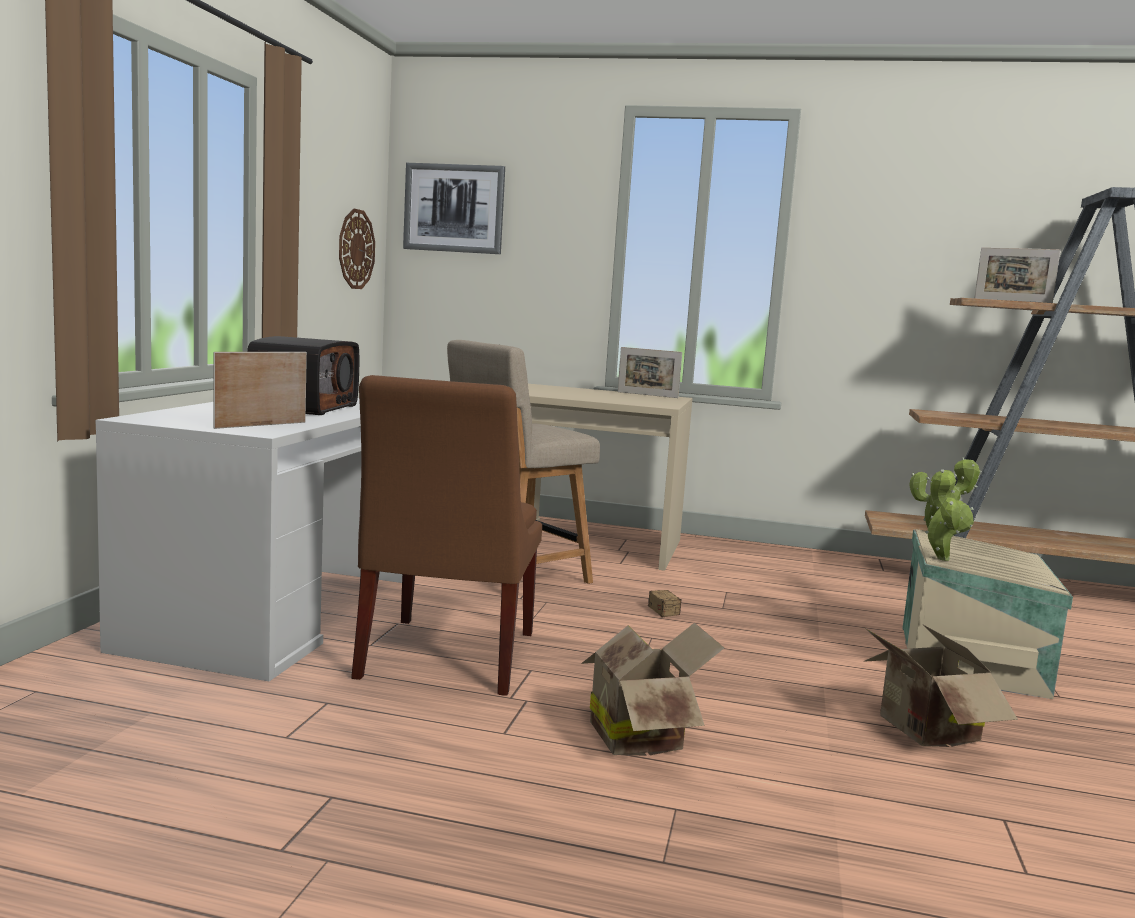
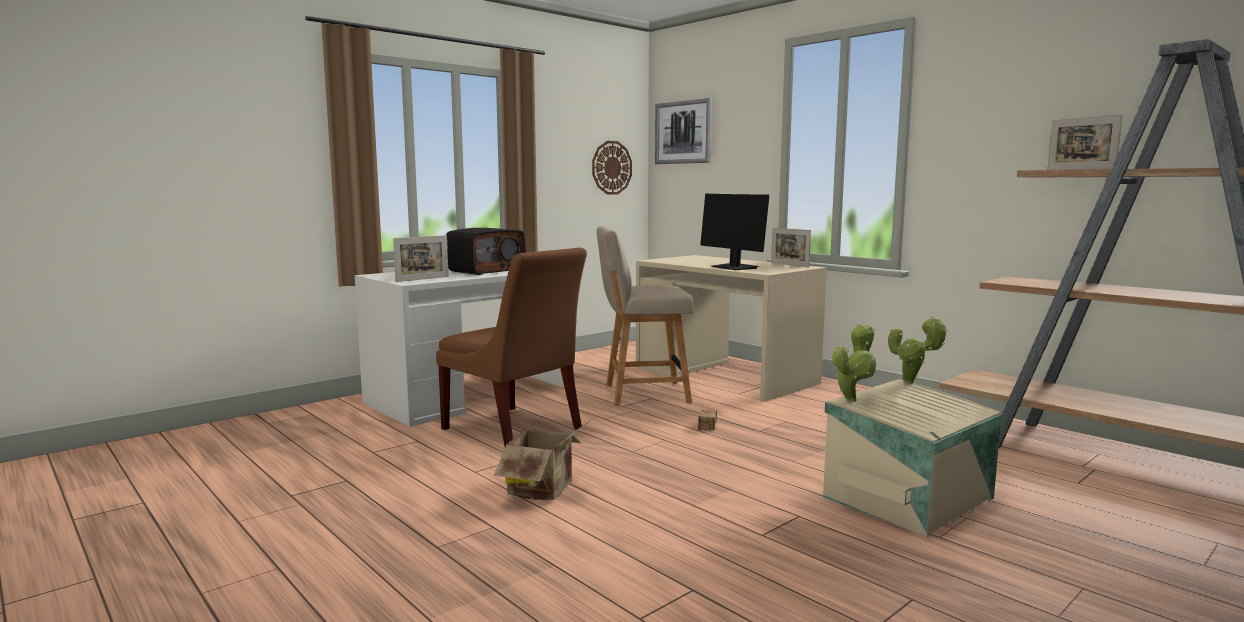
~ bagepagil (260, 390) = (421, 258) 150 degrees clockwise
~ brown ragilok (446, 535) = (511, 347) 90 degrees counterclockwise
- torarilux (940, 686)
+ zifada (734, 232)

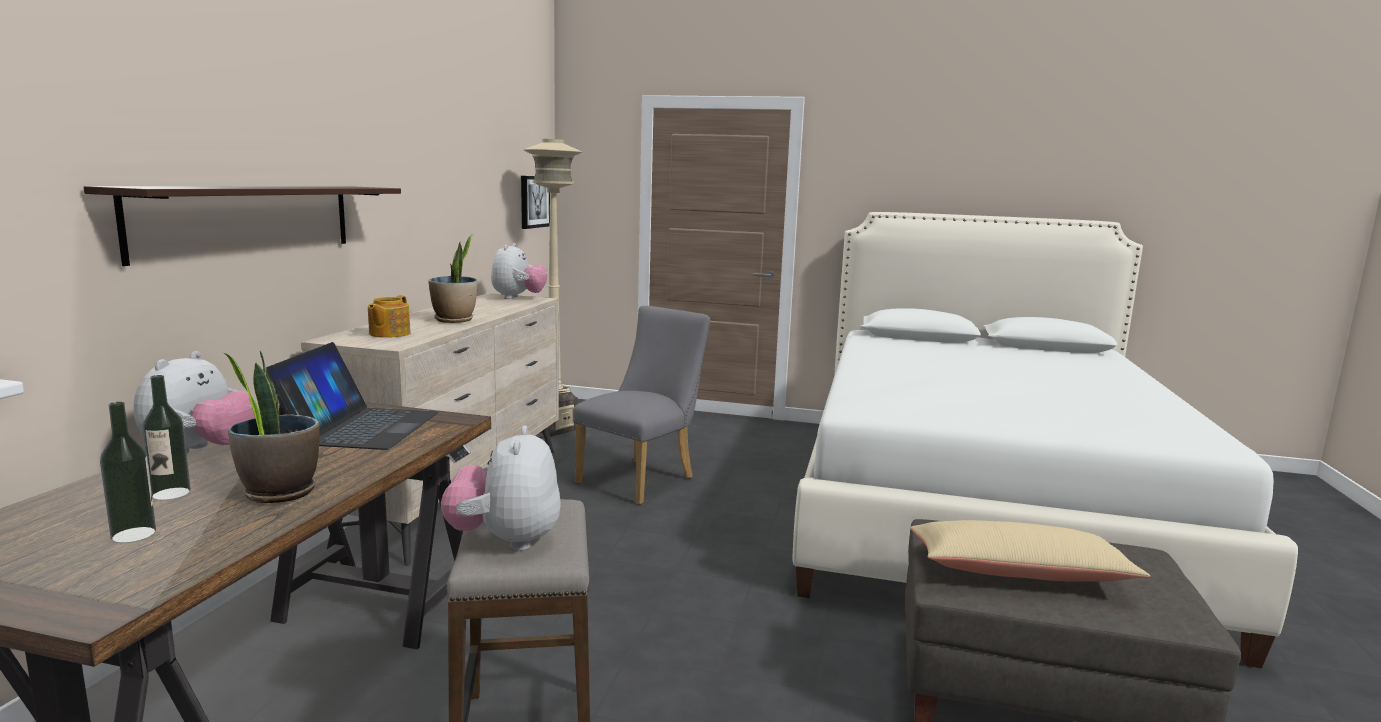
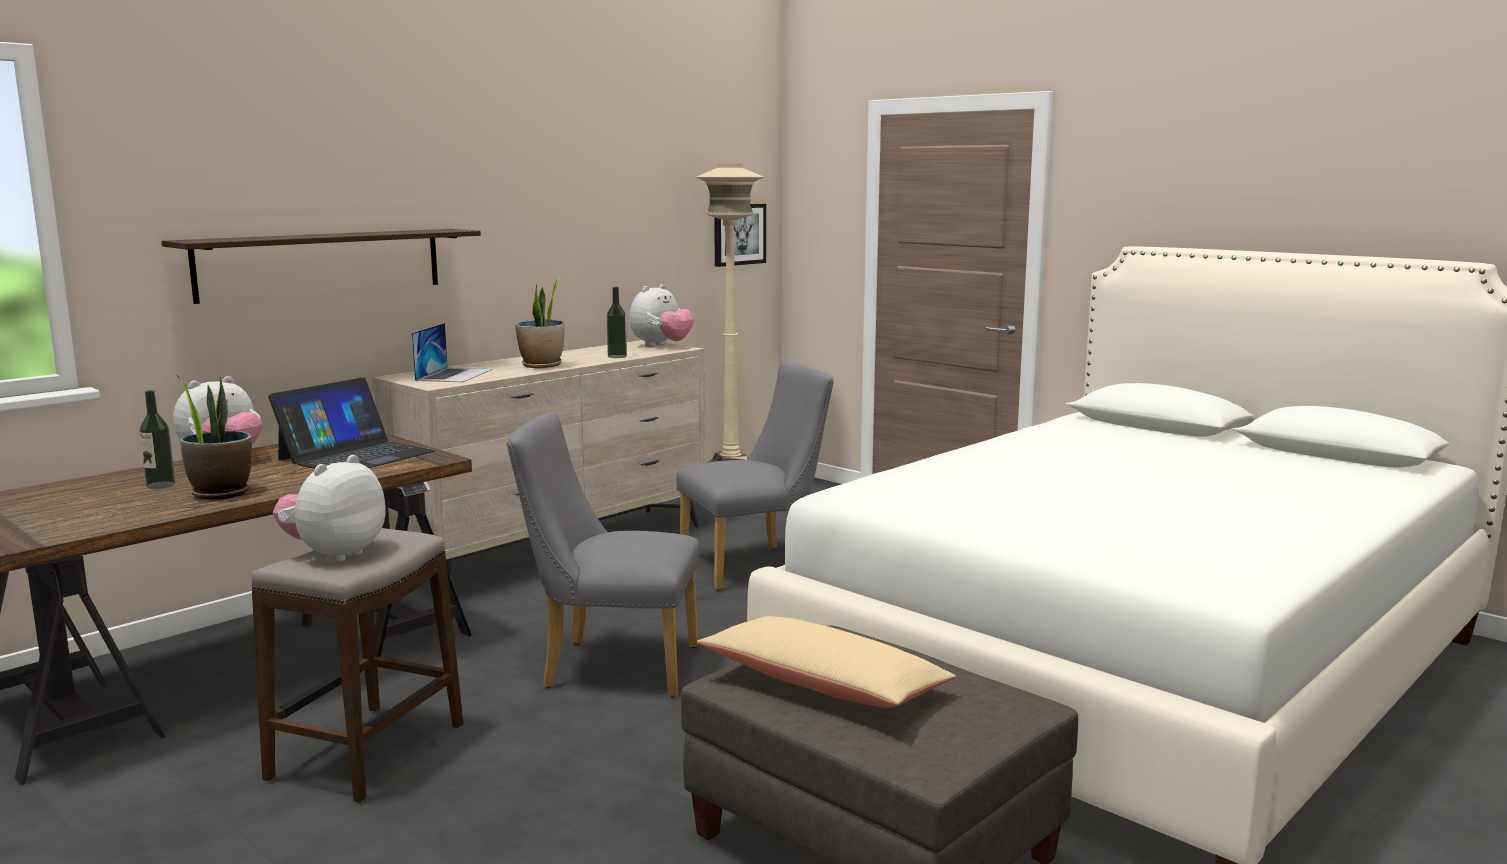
~ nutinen (389, 316) to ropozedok (452, 352)
~ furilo (128, 472) to (617, 322)
+ grey ragilok (603, 555)

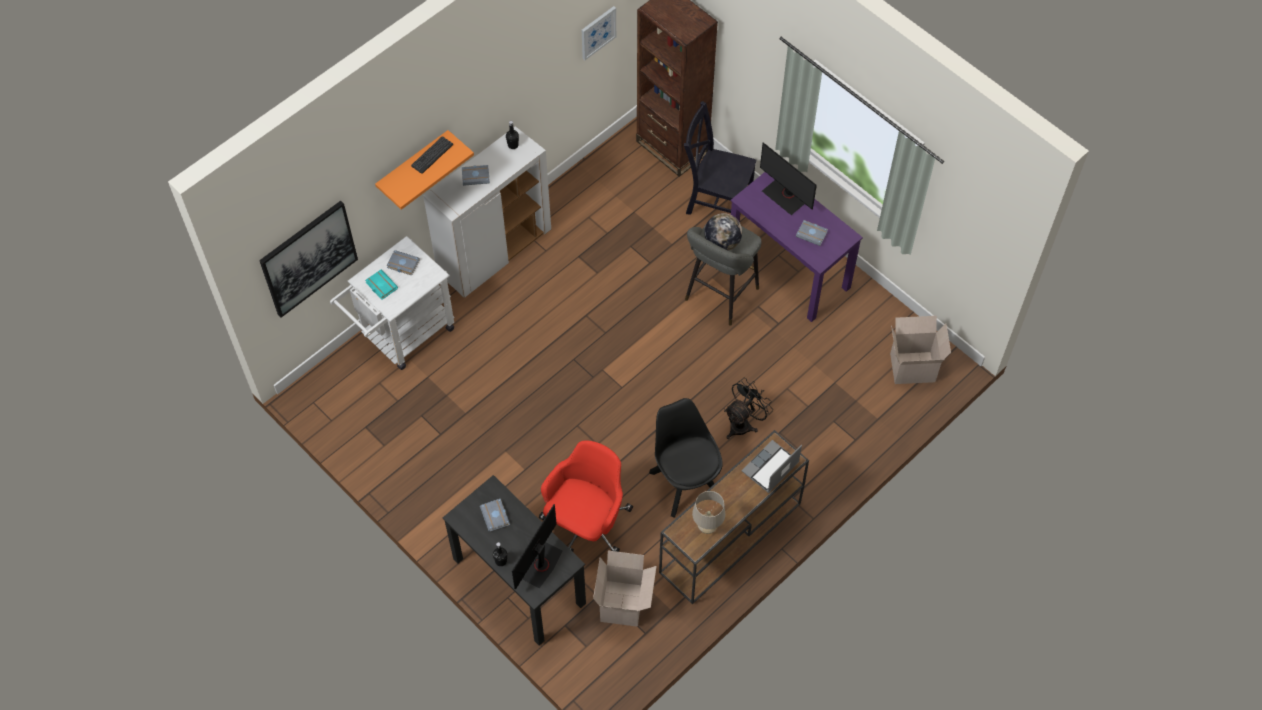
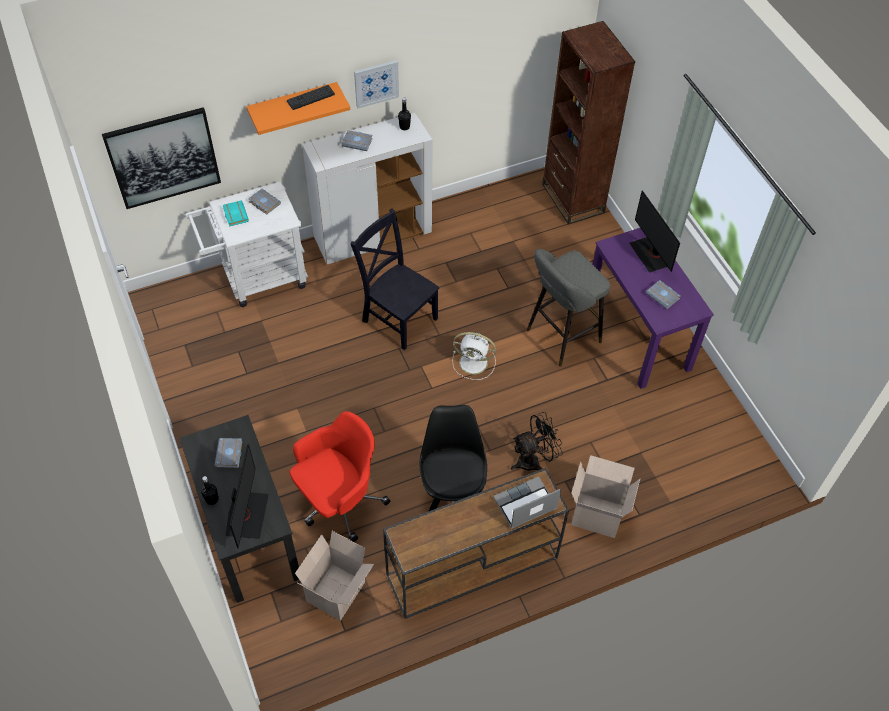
~ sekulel (599, 33) to (376, 84)
~ black ragilok (720, 161) to (395, 279)
- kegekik (723, 232)
~ torarilux (920, 350) to (605, 496)
- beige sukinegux (708, 512)
~ zifada (537, 546) = (247, 496) 135 degrees clockwise
+ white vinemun (474, 356)

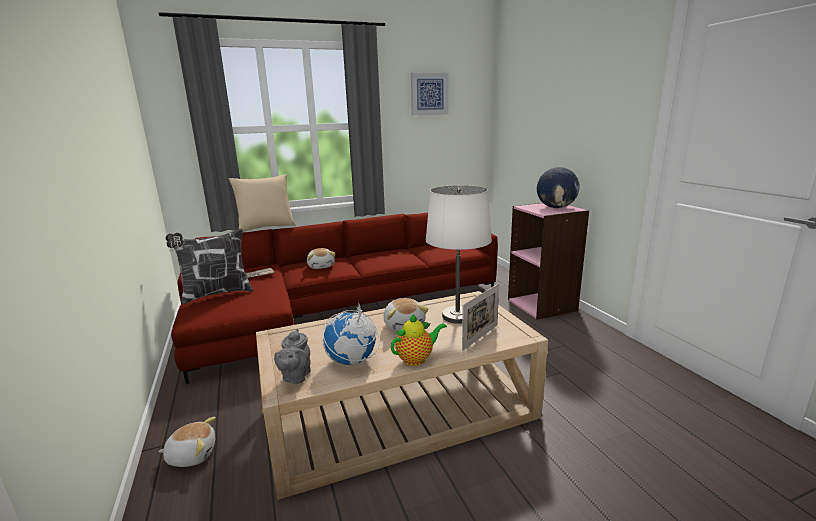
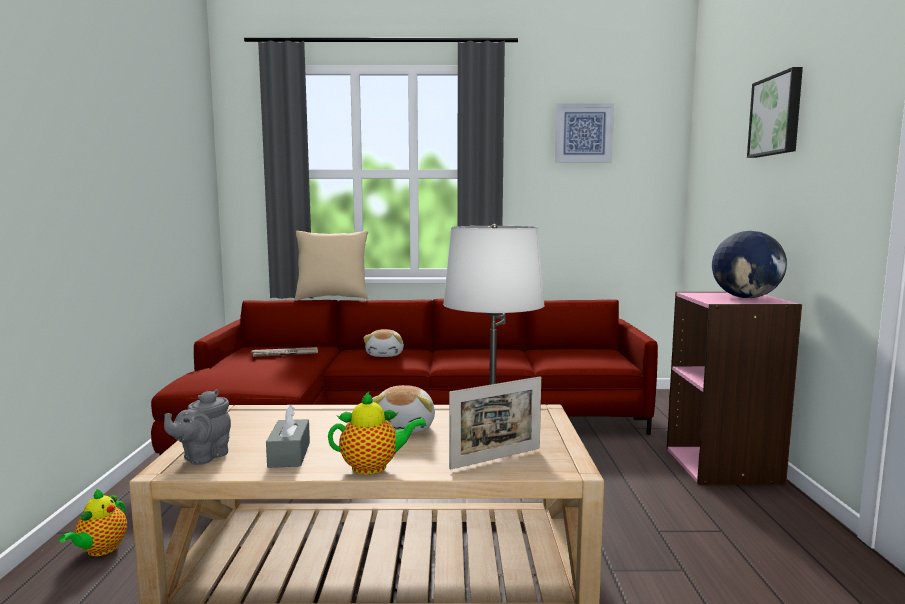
- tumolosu (209, 266)
~ kegekik (351, 334) to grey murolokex (288, 436)
~ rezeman (187, 442) to nutinen (93, 522)
+ sekulel (775, 112)

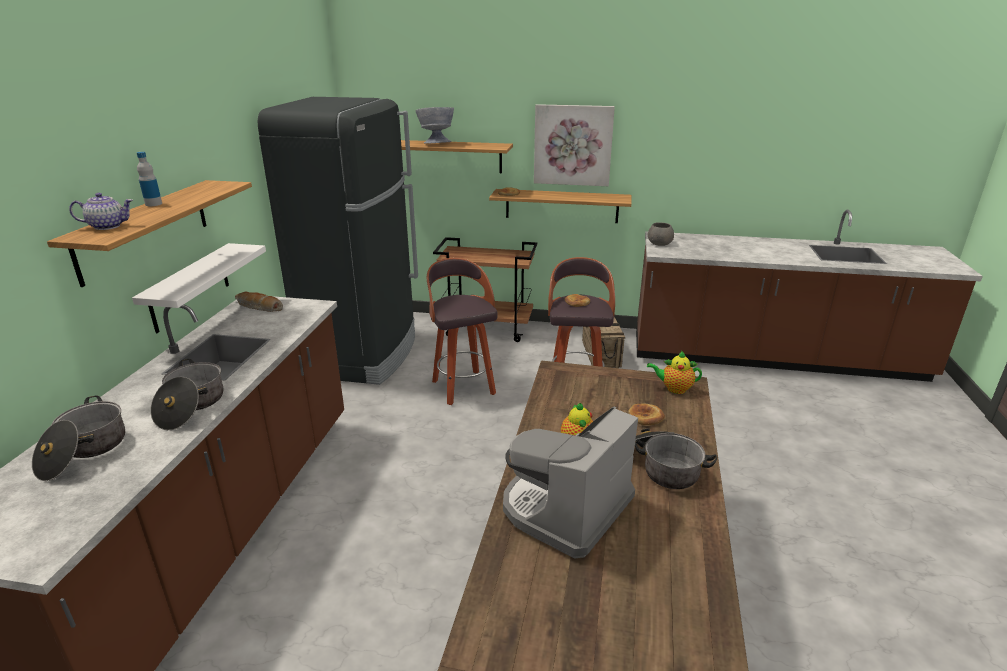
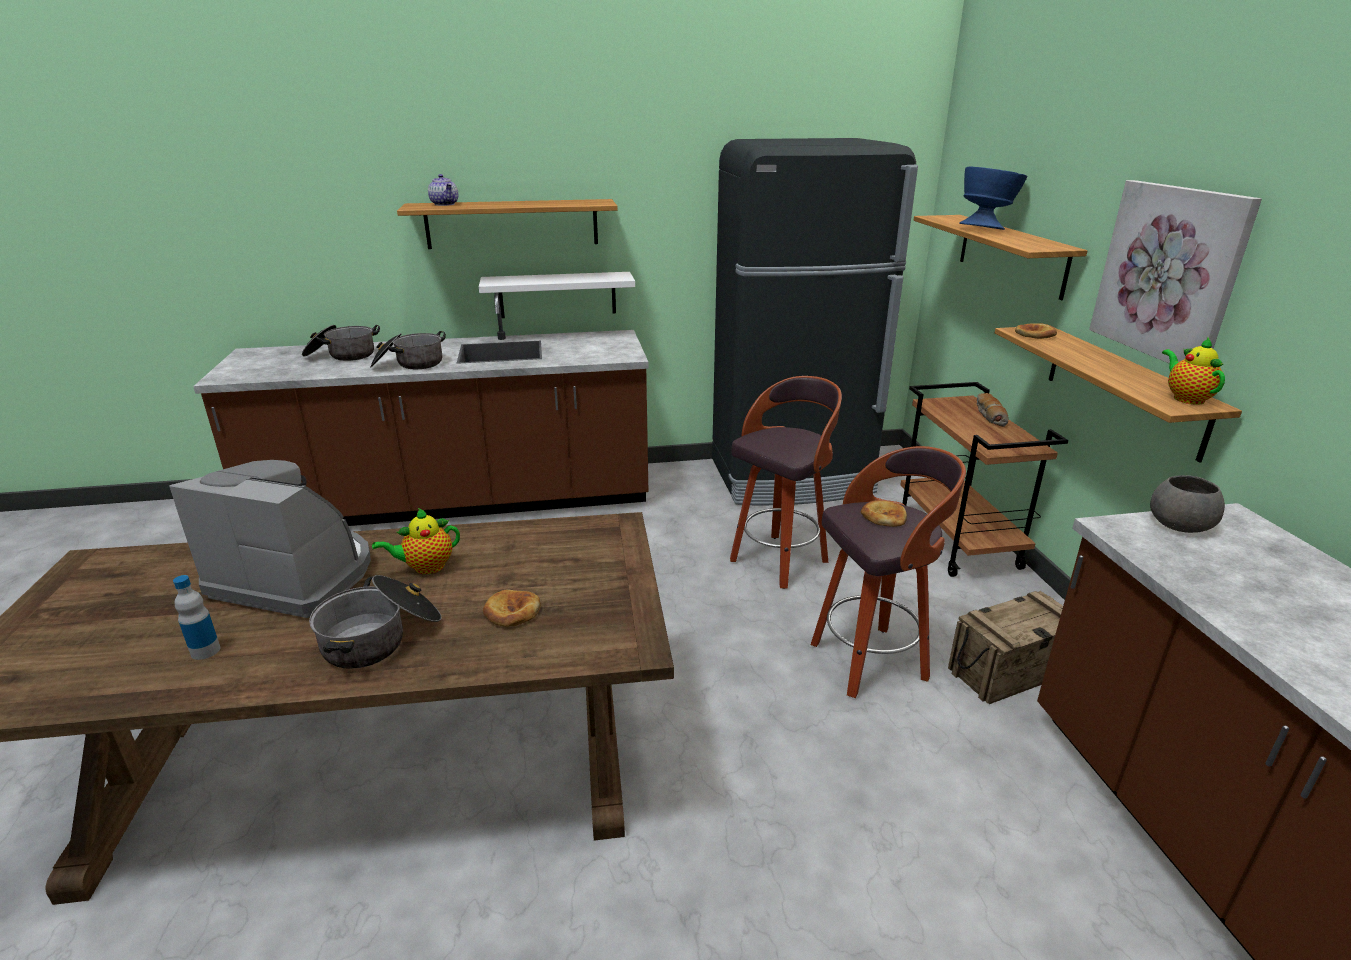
~ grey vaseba (435, 125) to blue vaseba (993, 198)
~ furilo (149, 179) to (196, 617)
~ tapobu (259, 302) to (992, 410)
~ nutinen (674, 372) to (1193, 371)

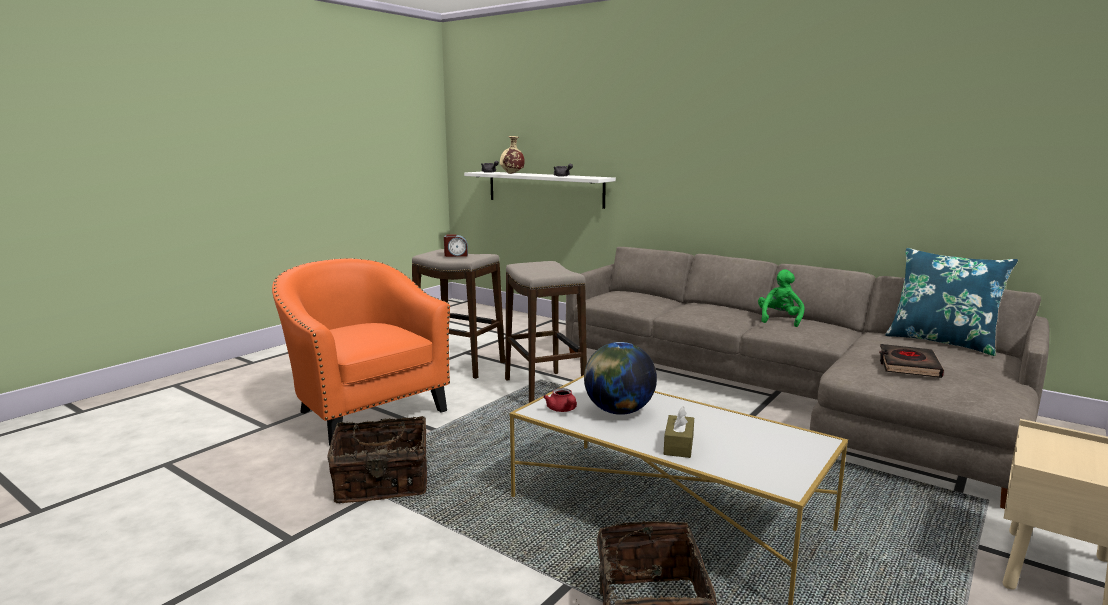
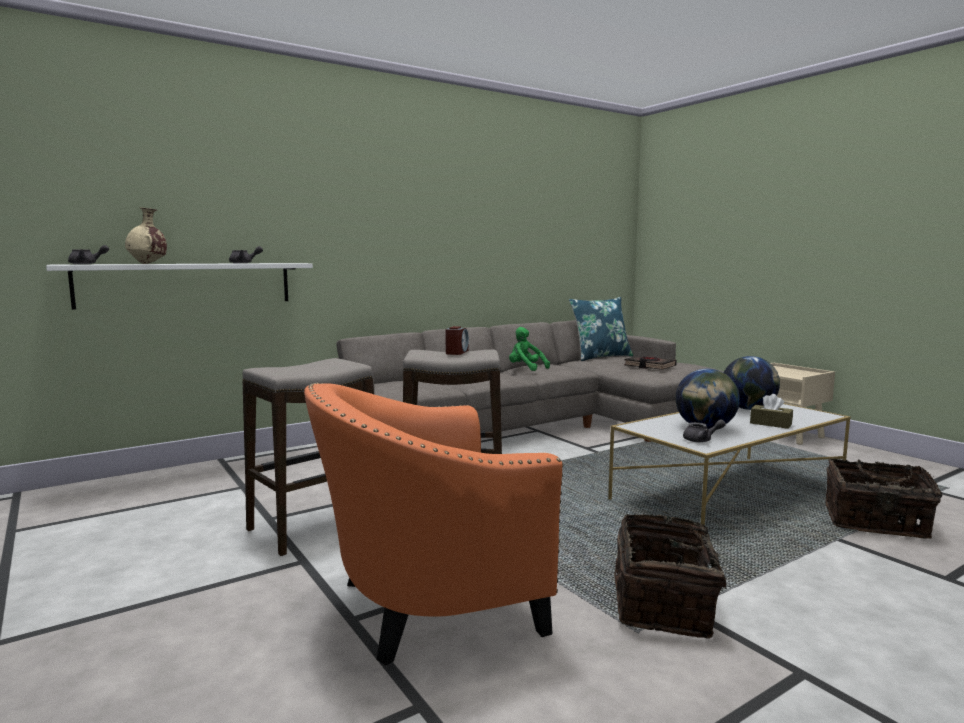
~ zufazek (456, 245) to (457, 340)
~ red nutinen (560, 400) to grey nutinen (704, 430)
+ kegekik (752, 383)

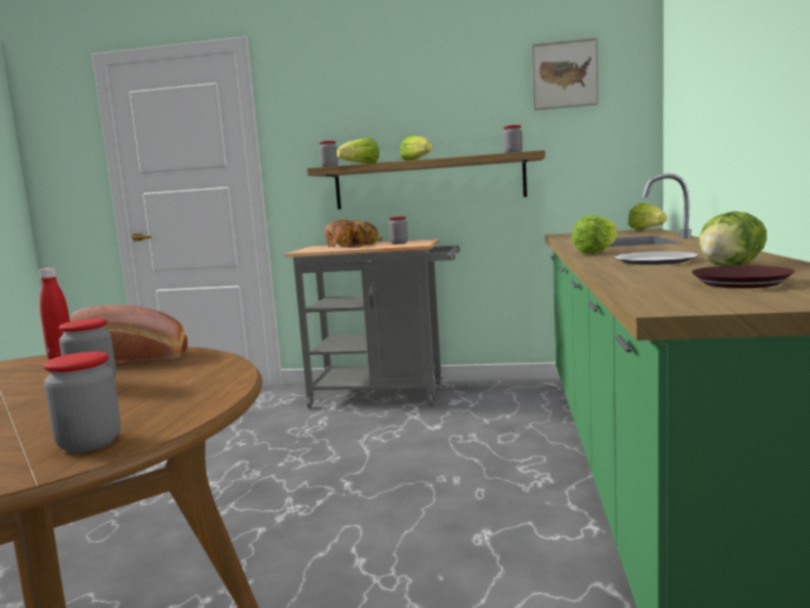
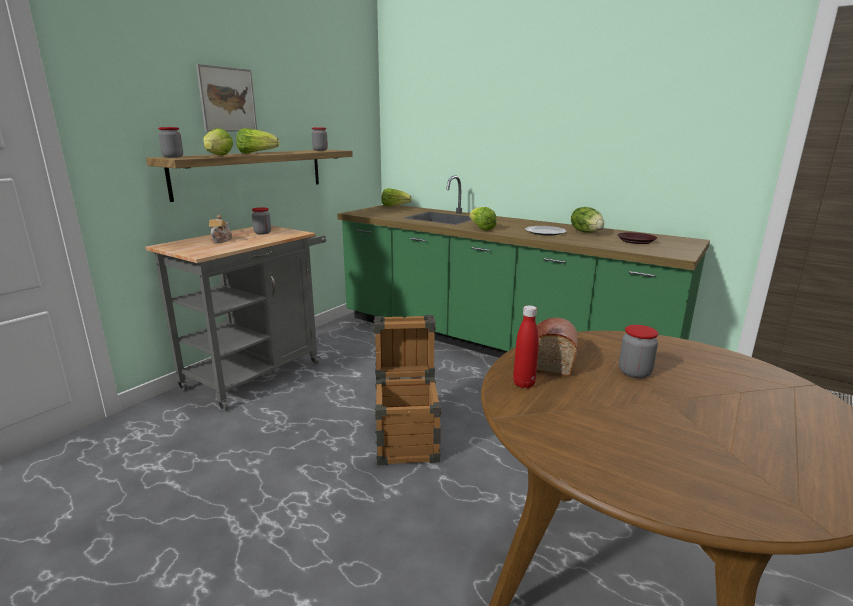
~ sekulel (565, 74) to (226, 98)
~ tapobu (354, 234) to nutinen (220, 229)
- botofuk (82, 402)
+ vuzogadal (408, 390)

